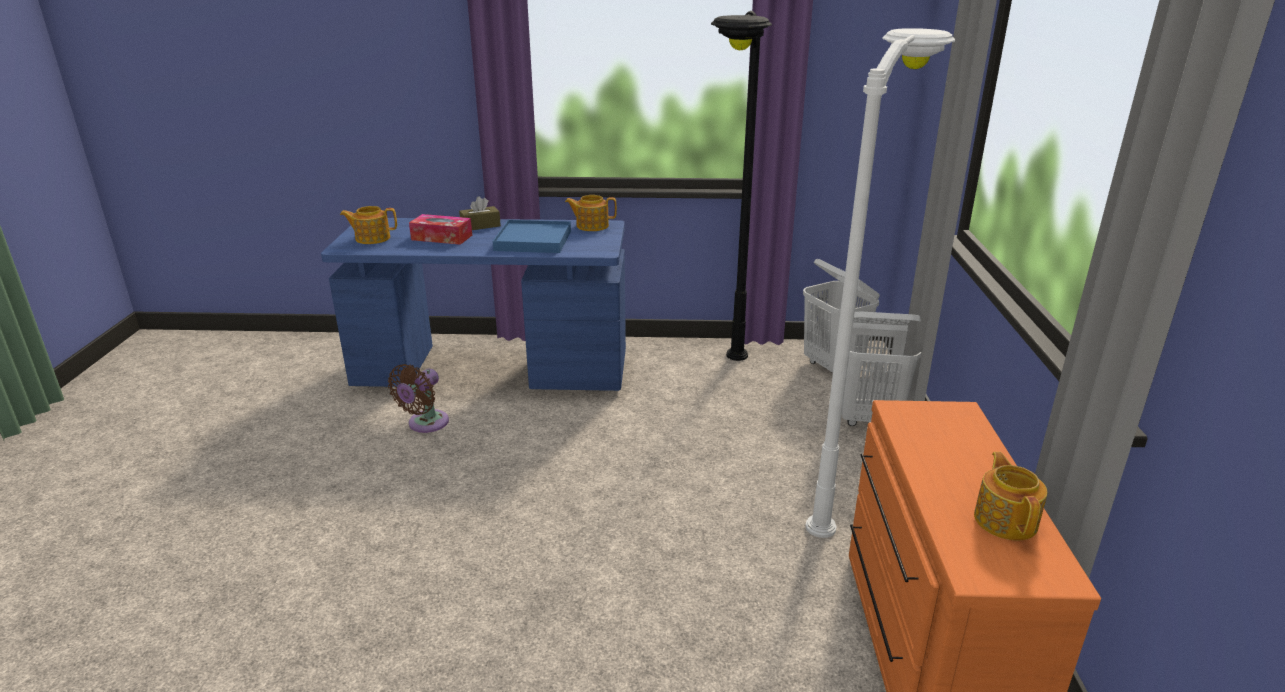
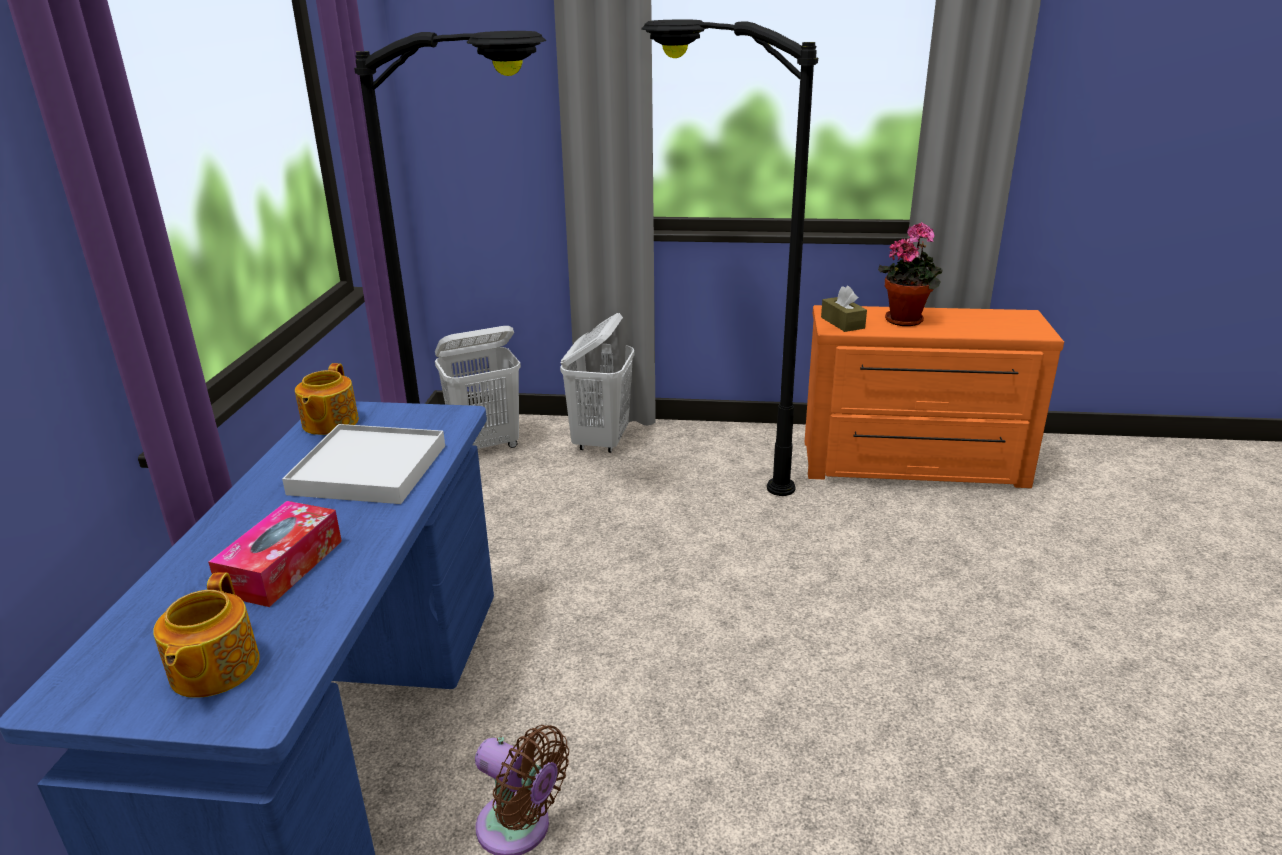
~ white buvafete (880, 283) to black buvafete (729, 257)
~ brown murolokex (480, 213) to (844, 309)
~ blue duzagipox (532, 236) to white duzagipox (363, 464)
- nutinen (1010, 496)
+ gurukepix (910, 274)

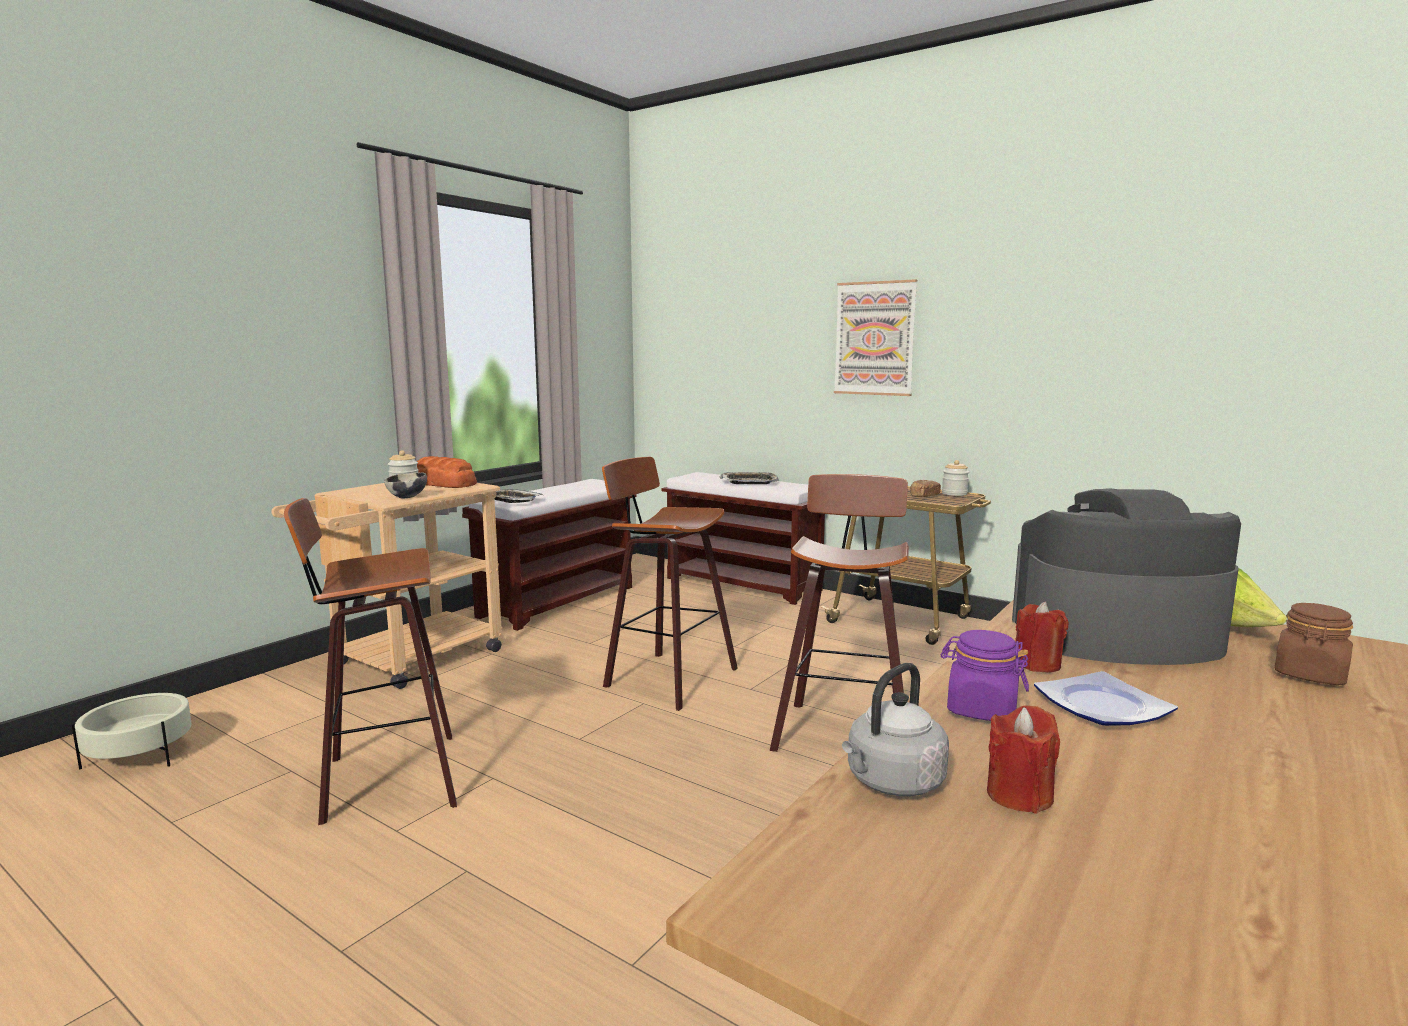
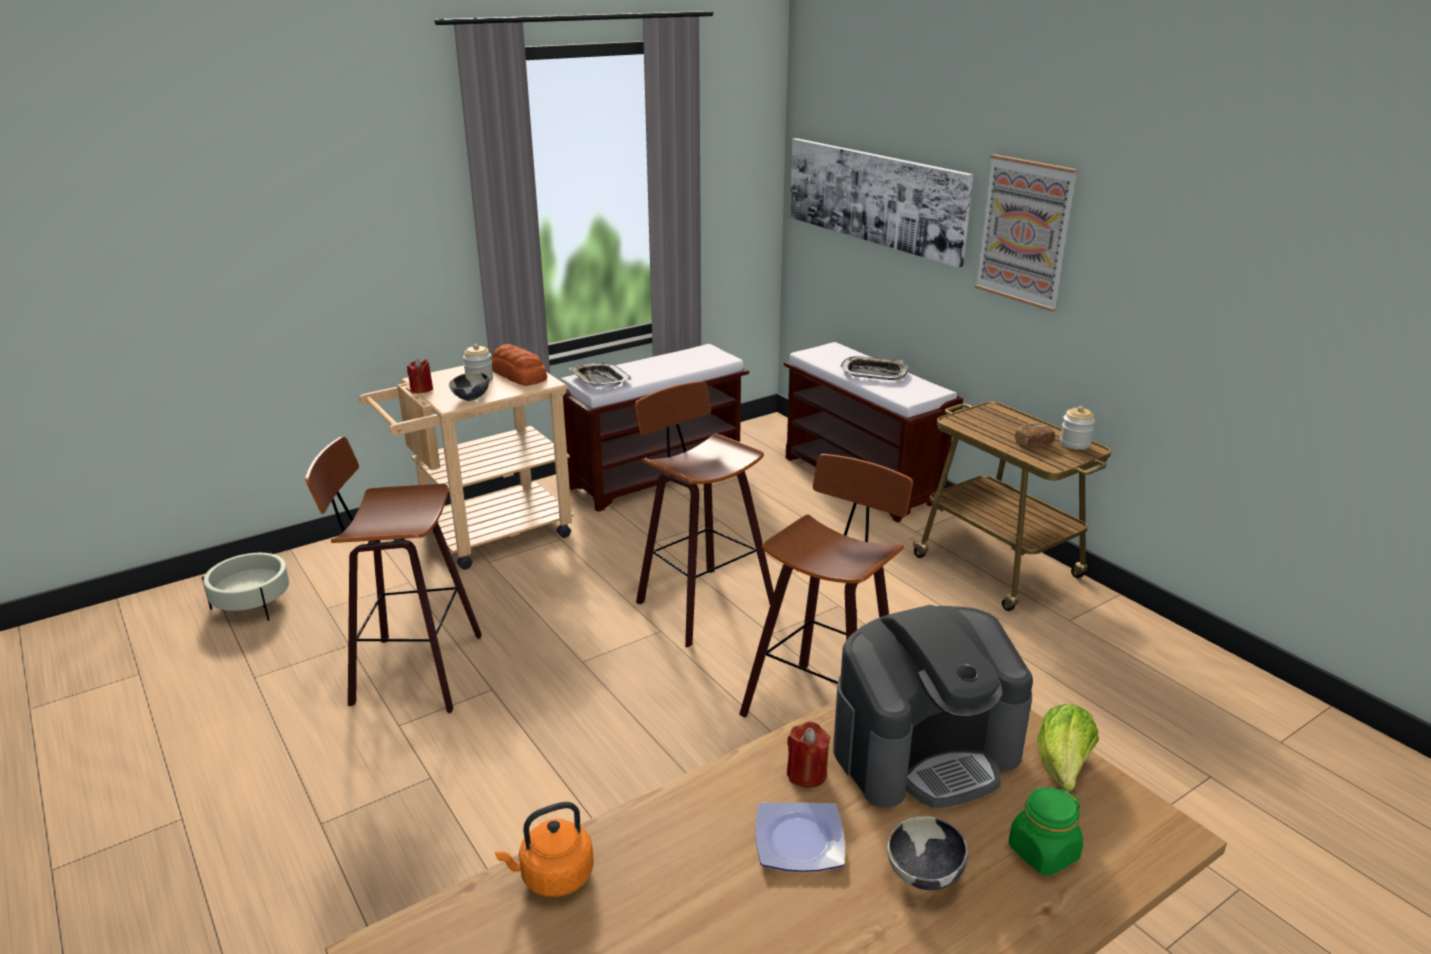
~ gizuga (1126, 576) = (933, 706) 135 degrees clockwise
~ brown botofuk (1313, 644) to green botofuk (1046, 831)
- purple botofuk (985, 675)
~ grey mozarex (895, 729) to orange mozarex (544, 849)
~ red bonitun (1023, 759) to (420, 376)
+ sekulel (882, 203)
+ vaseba (927, 853)

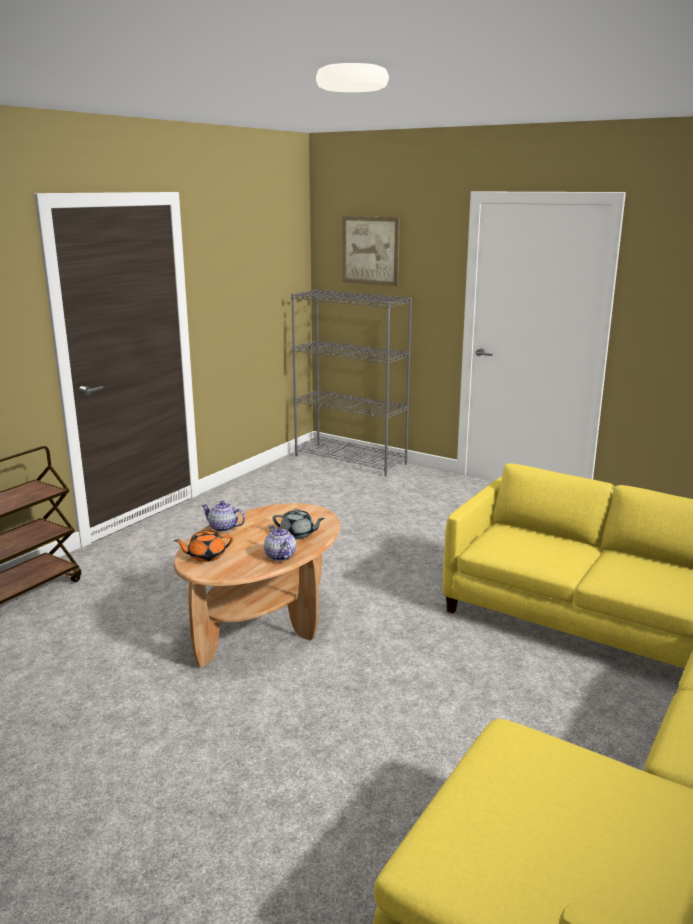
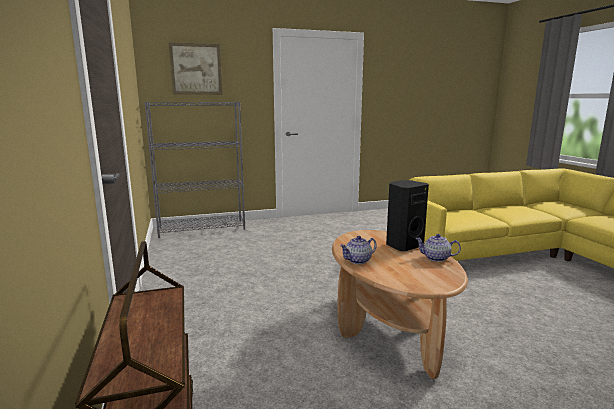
~ grey nutinen (299, 524) to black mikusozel (407, 215)
- orange nutinen (203, 546)

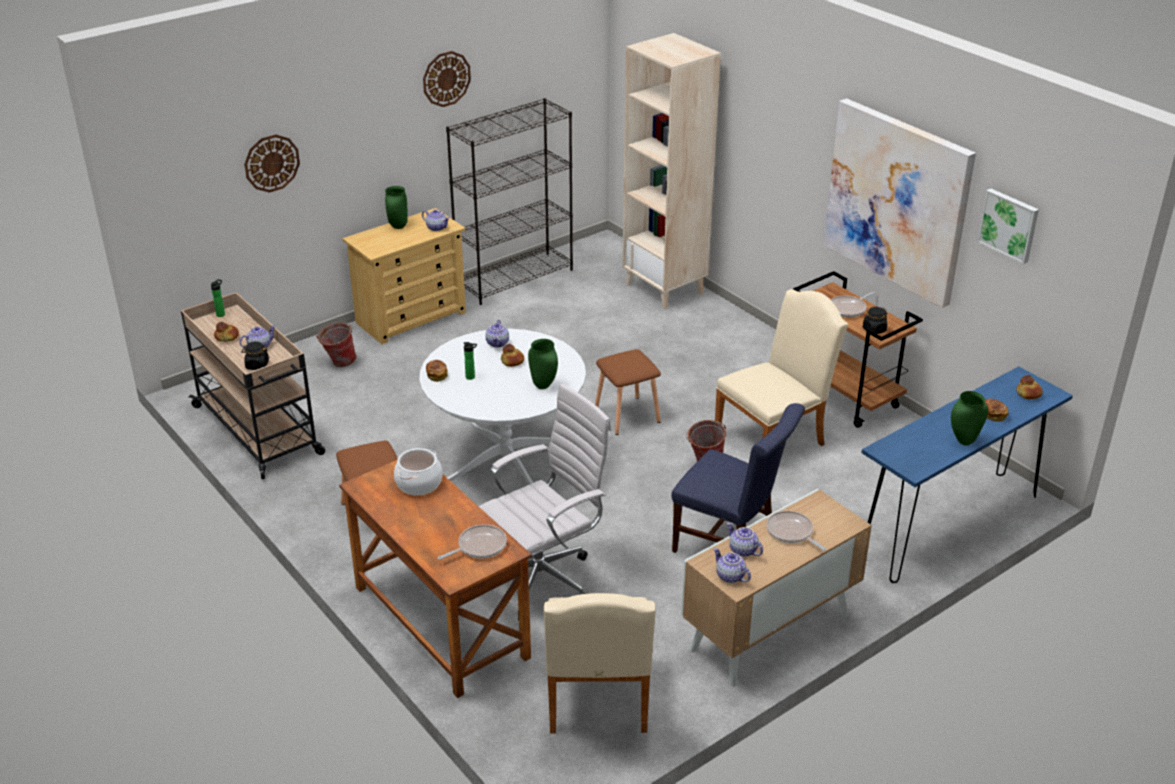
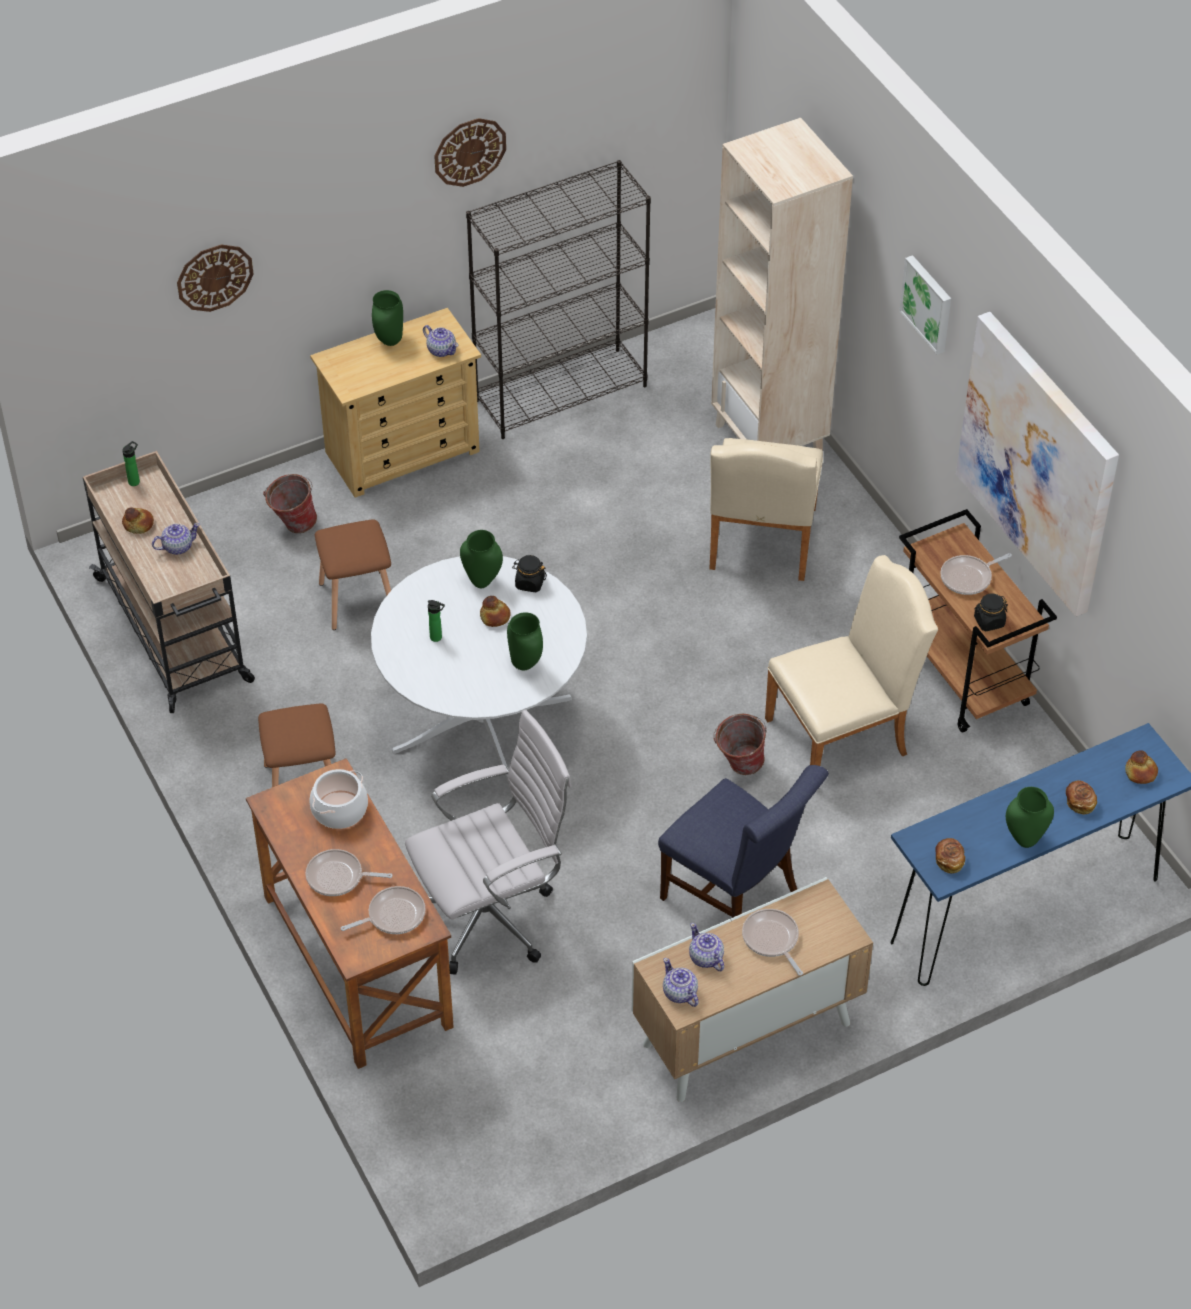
~ sekulel (1008, 226) to (925, 305)
~ nutinen (497, 334) to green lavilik (481, 559)
~ black botofuk (255, 356) to (529, 573)
~ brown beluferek (628, 392) to (353, 574)
~ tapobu (437, 371) to (950, 855)
~ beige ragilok (600, 663) to (766, 509)
+ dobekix (349, 872)

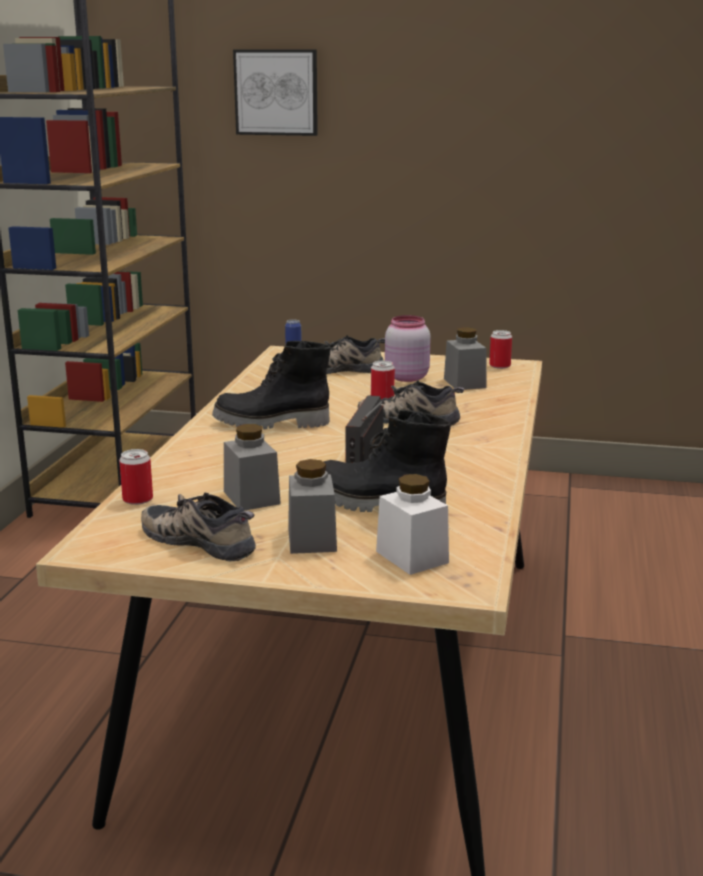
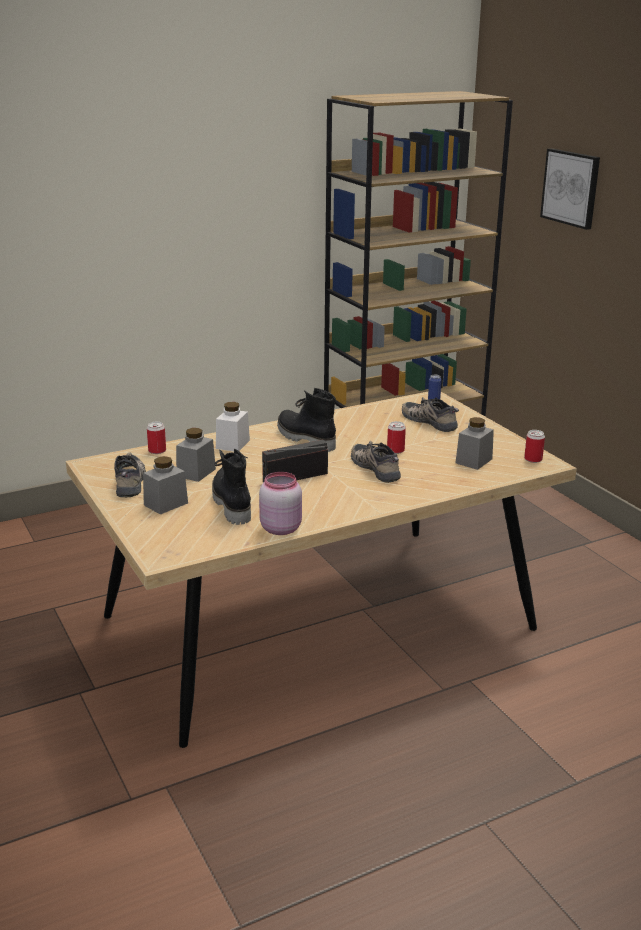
~ pink botofuk (408, 348) to (280, 503)
~ white botofuk (412, 524) to (233, 426)

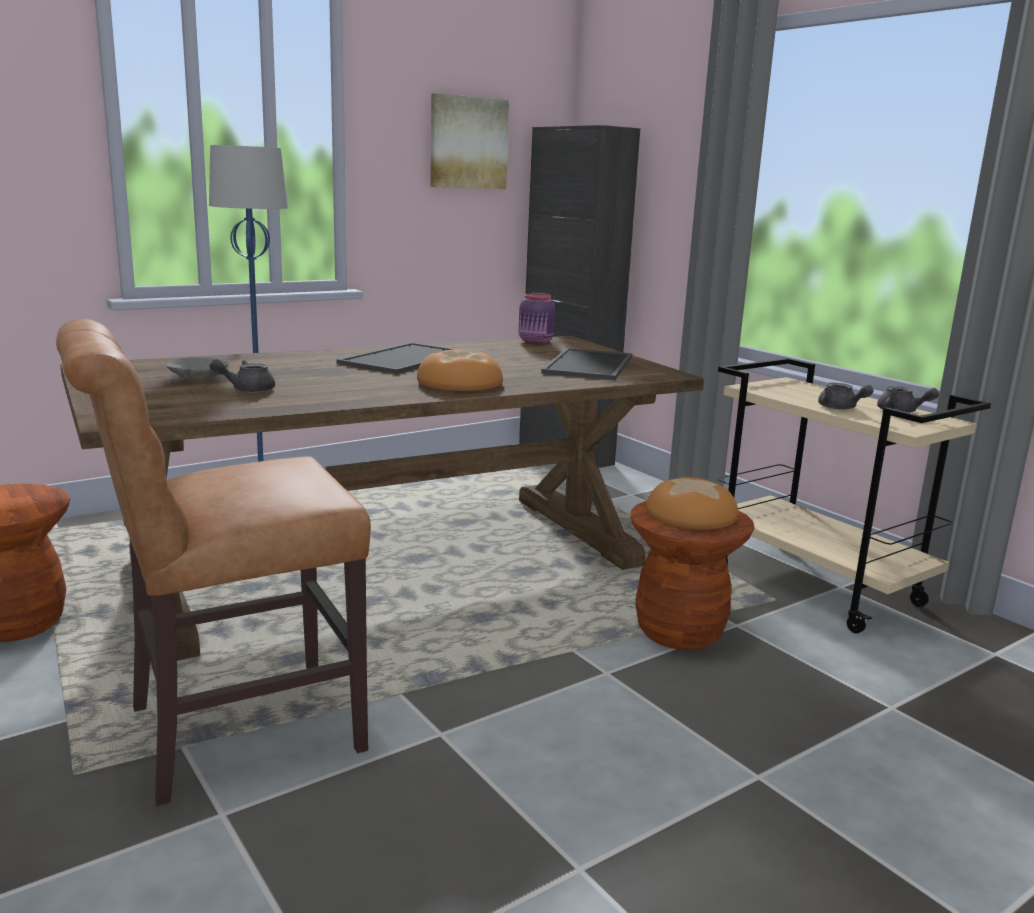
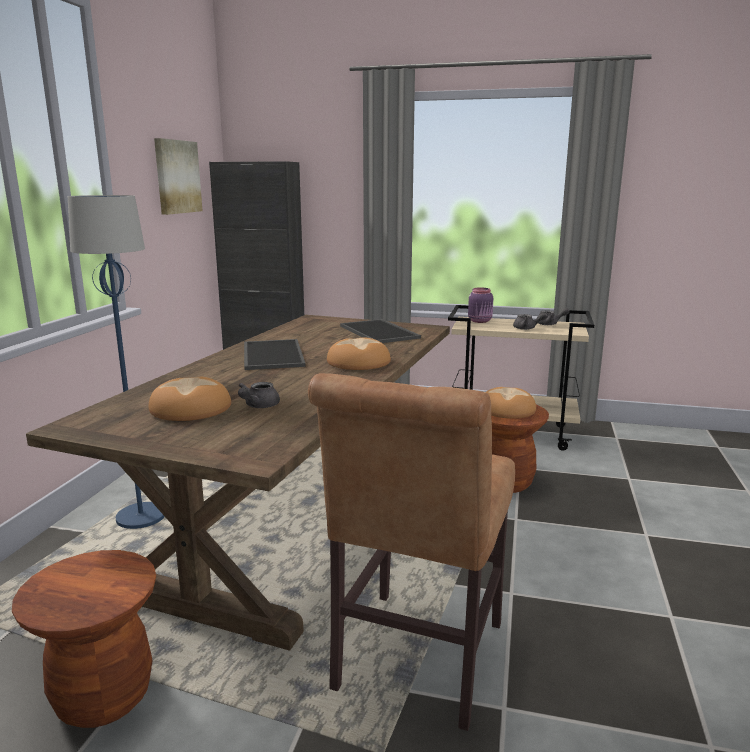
~ purple botofuk (537, 318) to (480, 305)
~ grey vaseba (197, 368) to tapobu (190, 399)

